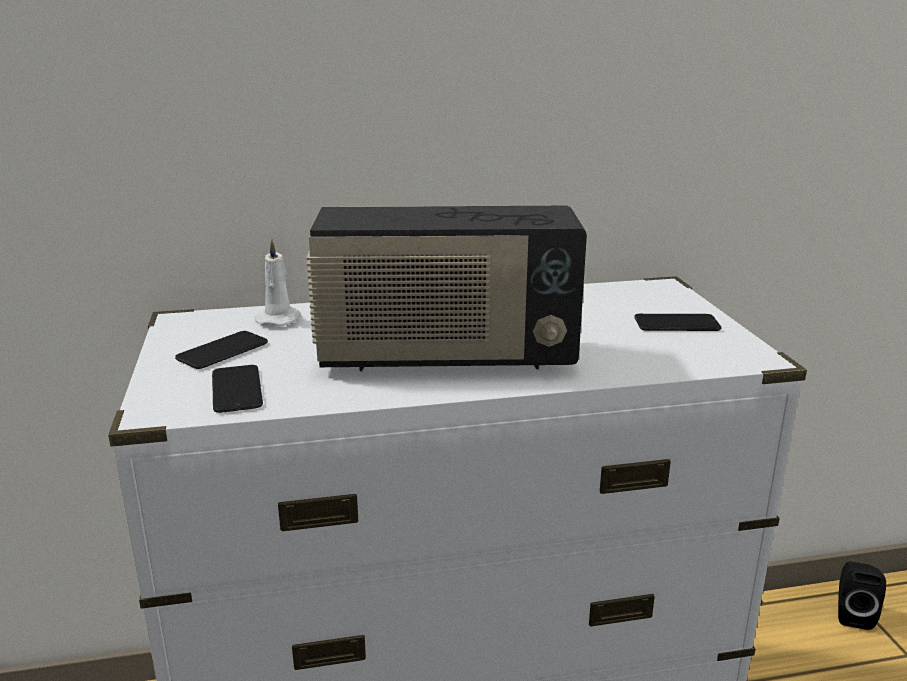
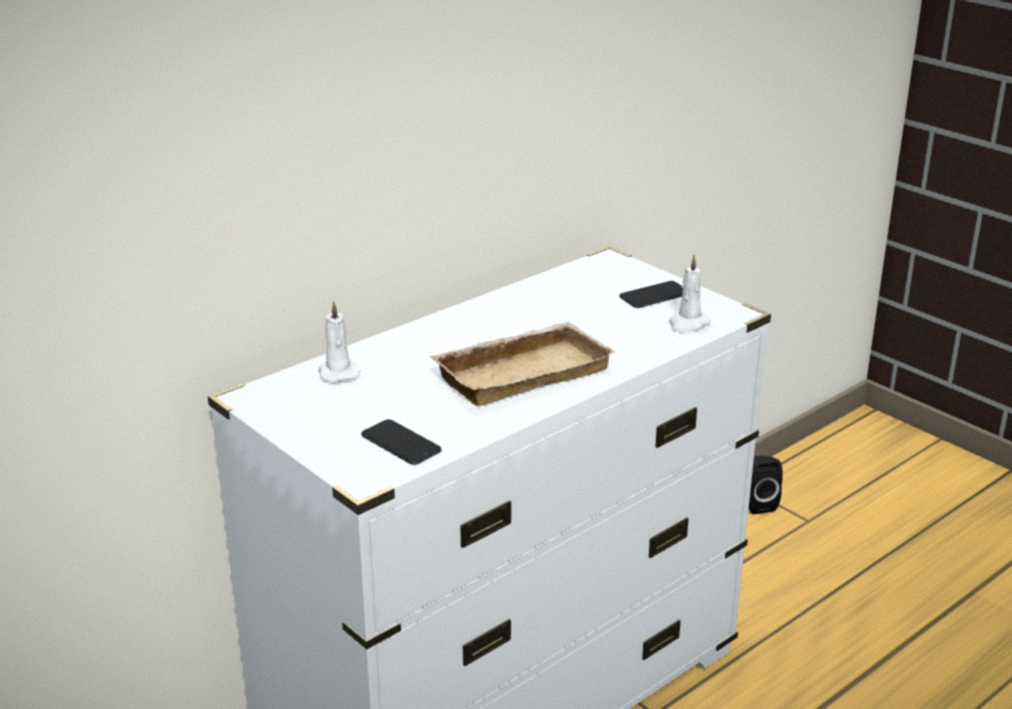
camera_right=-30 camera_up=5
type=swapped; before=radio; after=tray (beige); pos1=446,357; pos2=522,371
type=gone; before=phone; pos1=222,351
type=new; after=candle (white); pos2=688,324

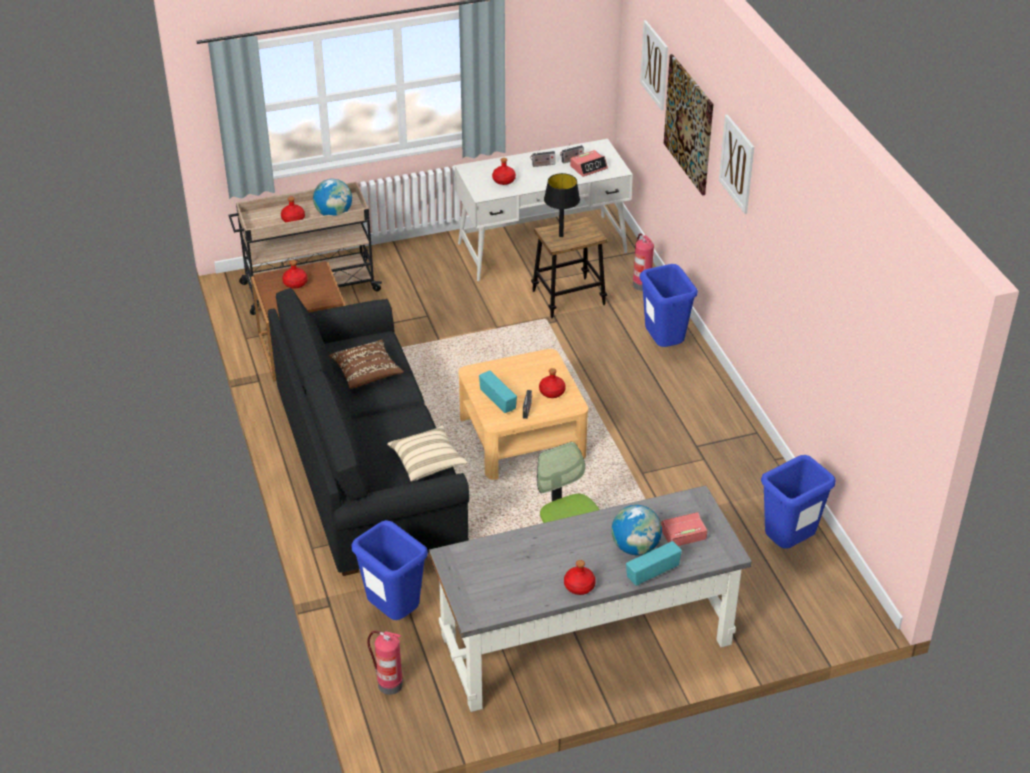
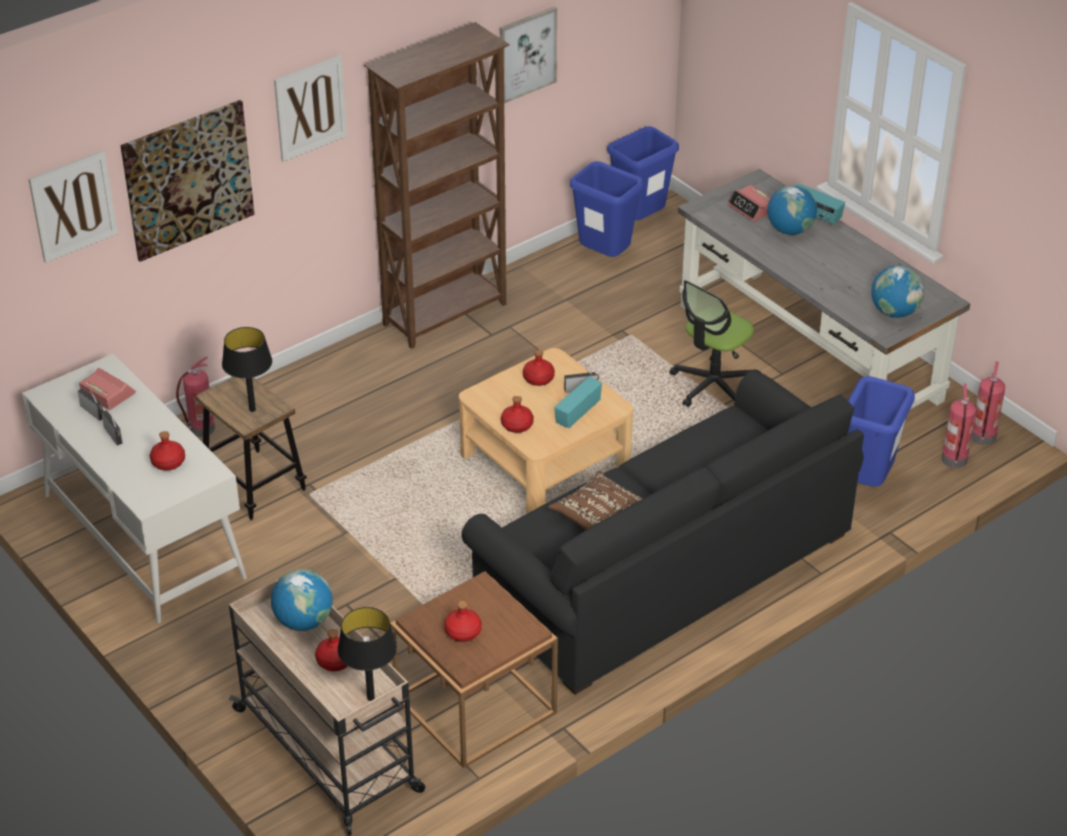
camera_right=-110 camera_up=0
type=shifted; before=trash can (blue); pos1=664,346; pos2=640,221
type=gone; before=pillow (beige); pos1=427,462
type=shifted; before=bottle (red); pos1=579,586; pos2=517,425
type=new; after=picture; pos2=527,54
type=new; after=bookcase (brown); pos2=446,315
type=new; after=globe; pos2=895,312
type=new; after=fire extinguisher; pos2=983,437
type=new; after=table lamp (black); pos2=370,698

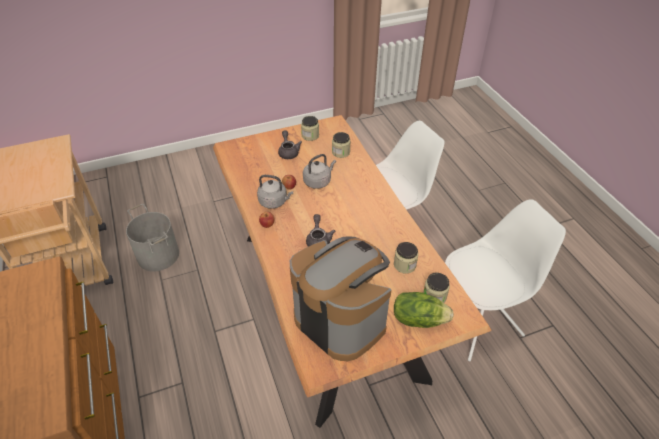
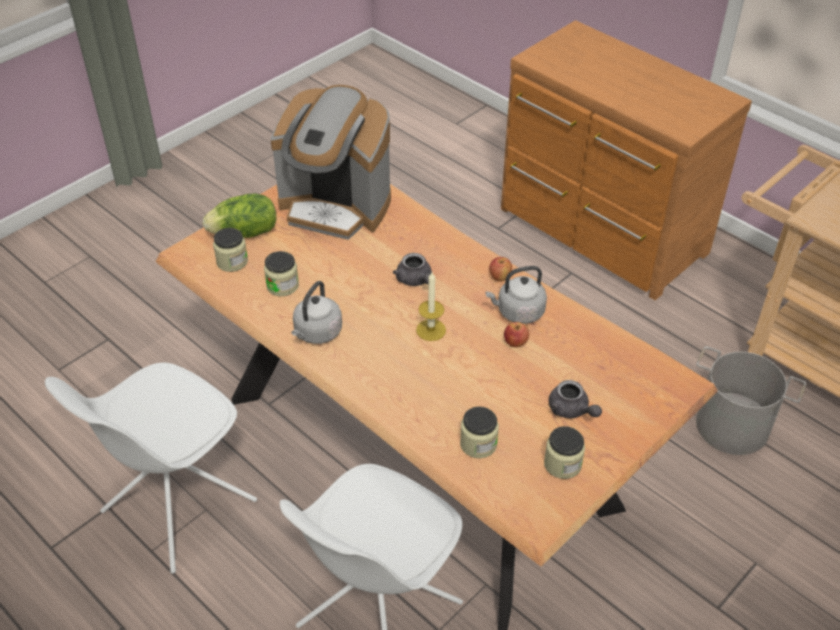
camera_right=155 camera_up=0
type=shifted; before=kettle (grey); pos1=318,181; pos2=316,333
type=new; after=candle; pos2=431,330

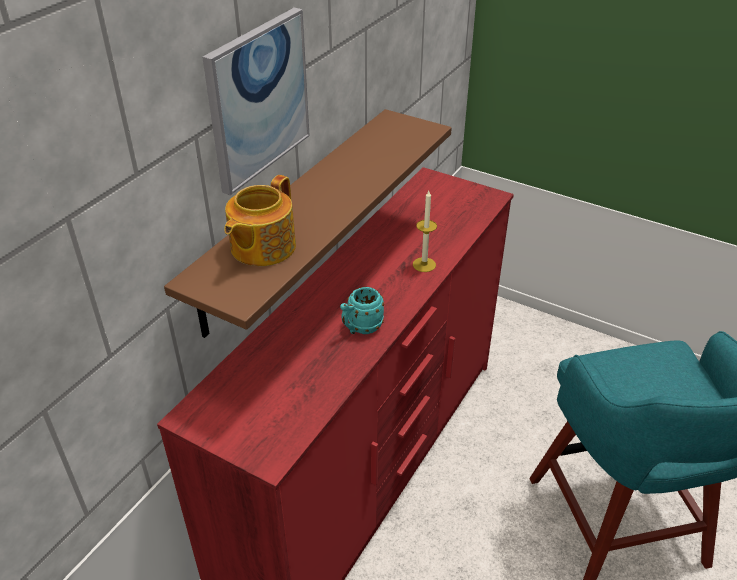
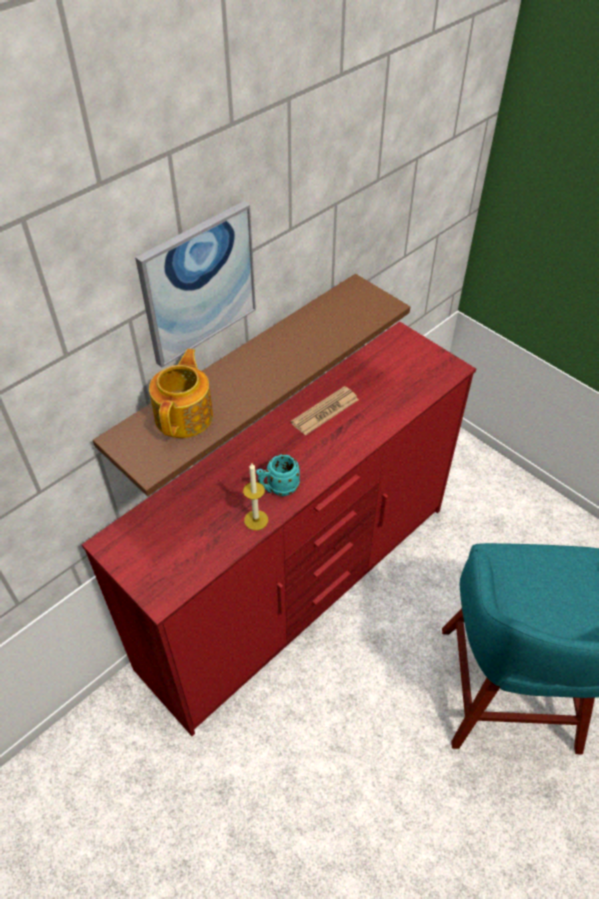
camera_right=15 camera_up=10
type=rotated; before=teapot; pos1=261,247; pos2=185,415; turn=150
type=shifted; before=candle; pos1=424,264; pos2=256,520
type=new; after=newspaper; pos2=325,411

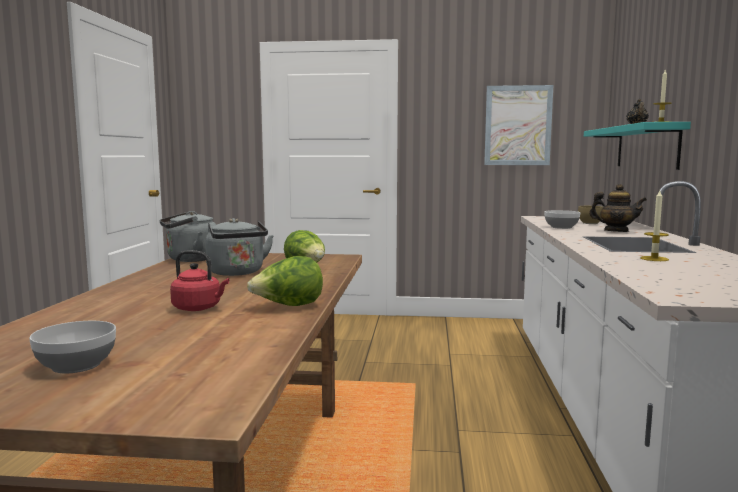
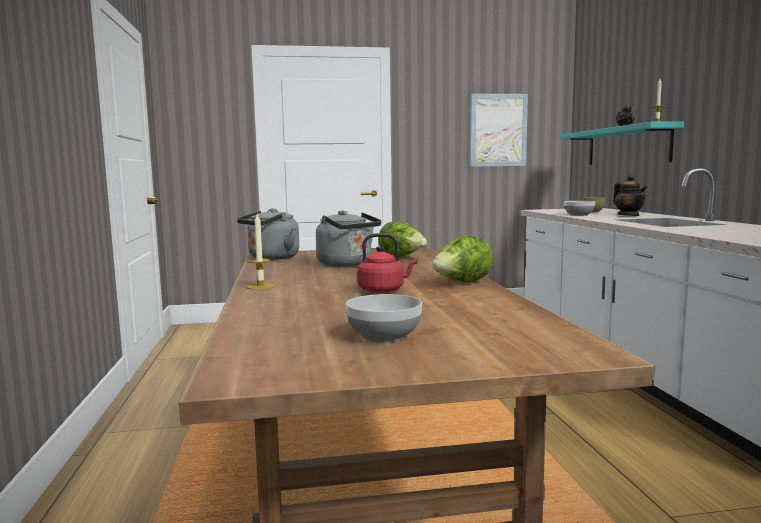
camera_right=-15 camera_up=0
type=rotated; before=teapot; pos1=616,231; pos2=628,215; turn=60
type=shifted; before=candle; pos1=654,259; pos2=260,286

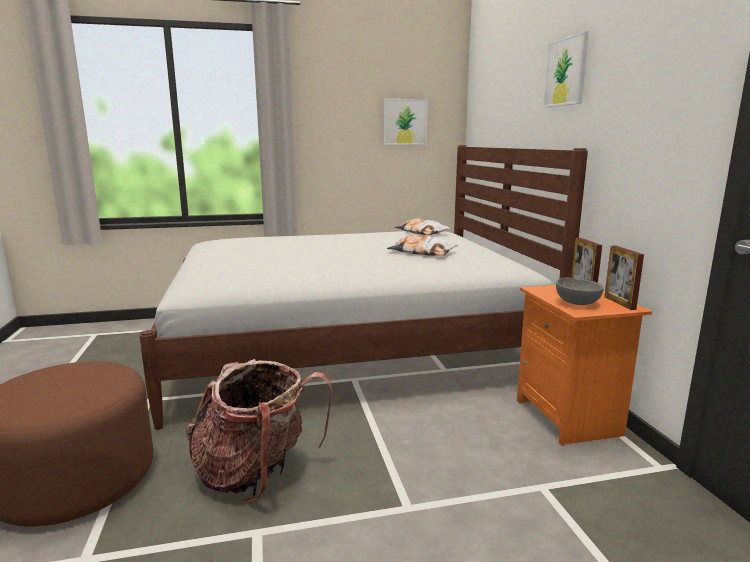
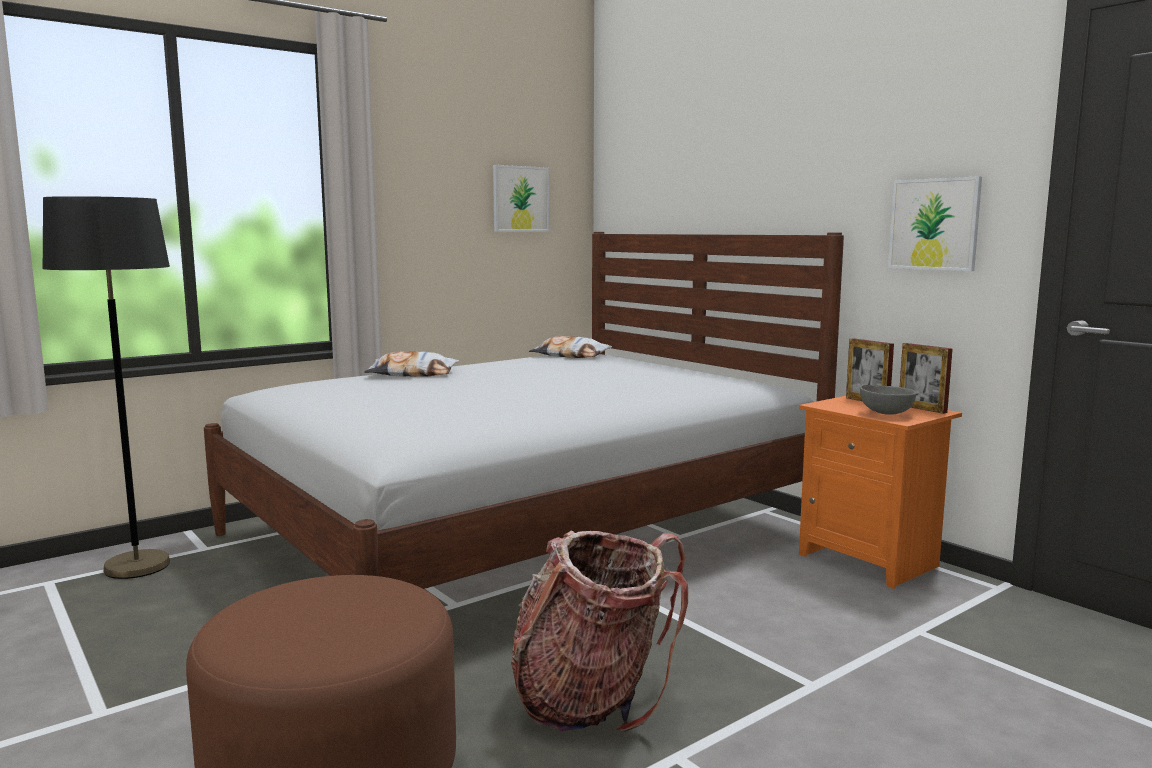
camera_right=-25 camera_up=-5
type=shifted; before=picture; pos1=566,72; pos2=934,224
type=shifted; before=pillow; pos1=422,252; pos2=412,374
type=new; after=floor lamp (black); pos2=137,567

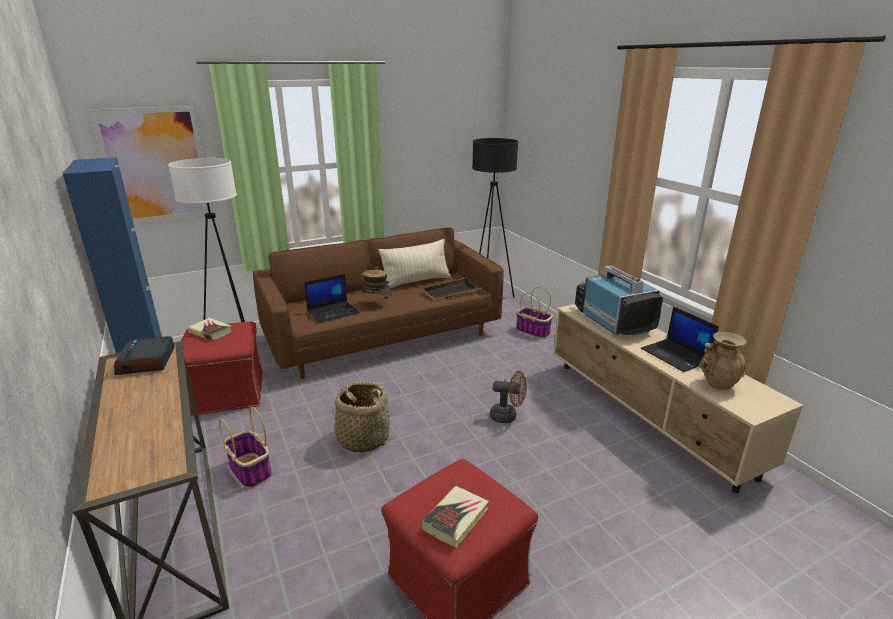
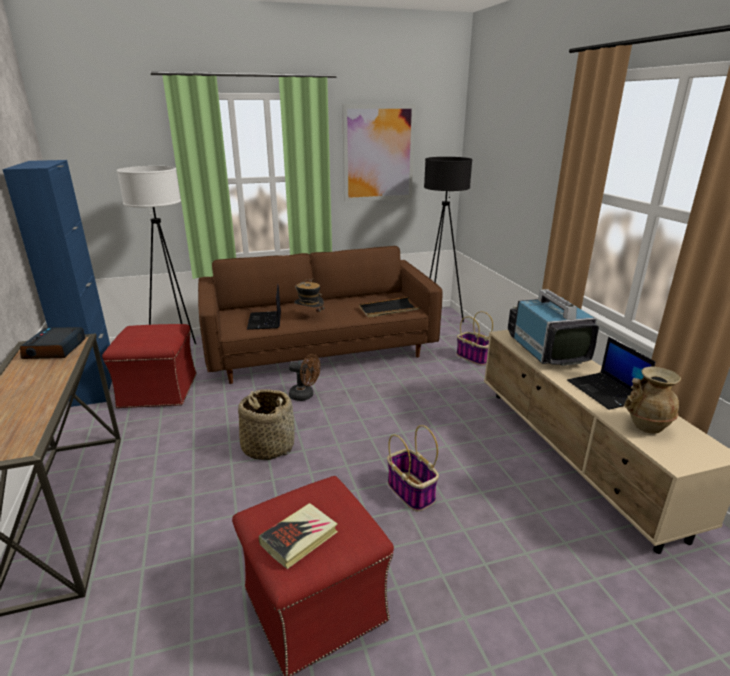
camera_right=10 camera_up=0
type=shifted; before=picture; pos1=156,165; pos2=378,153
type=gone; before=pillow (beige); pos1=416,282
type=rotated; before=laptop; pos1=333,312; pos2=265,321; turn=105
type=gone; before=book; pos1=210,332
type=shifted; before=fan (brown); pos1=507,416; pos2=305,396
type=shifted; before=basket; pos1=251,471; pos2=412,492

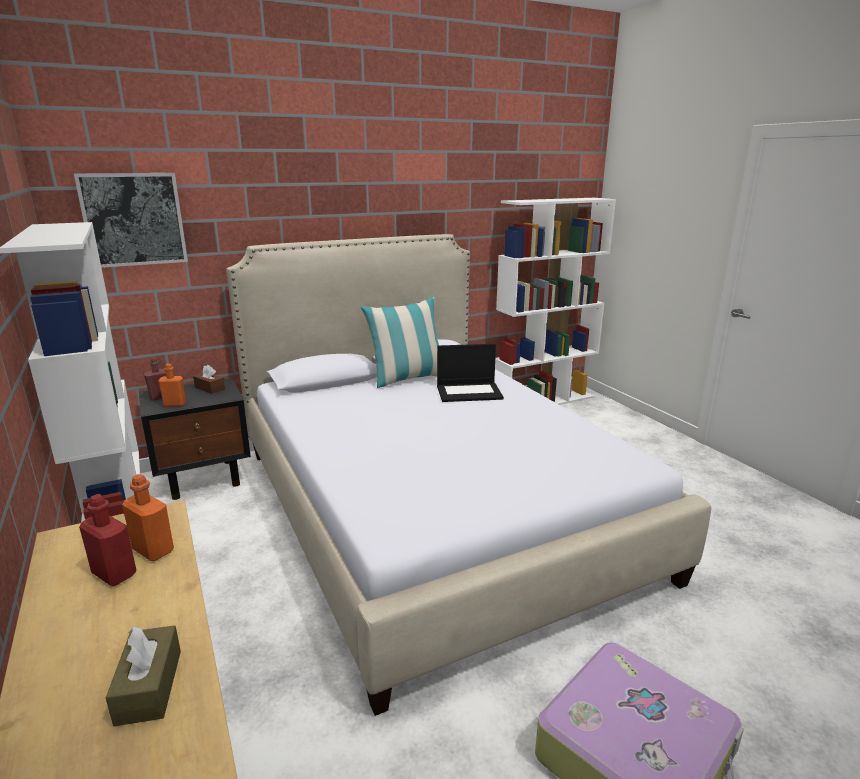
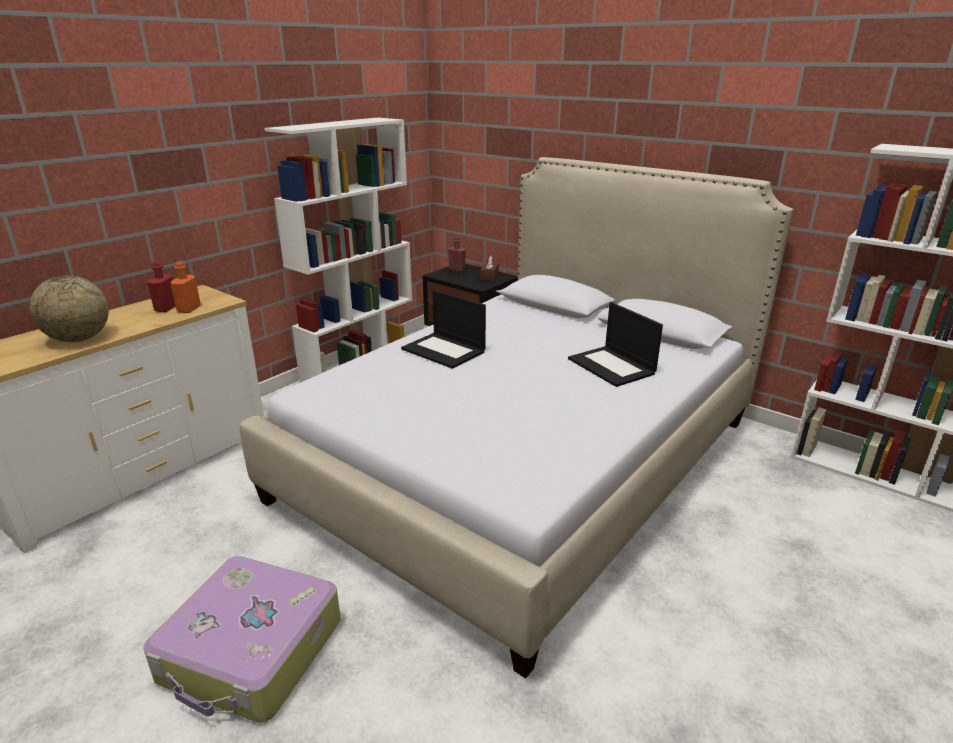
camera_right=65 camera_up=5
type=gone; before=picture; pos1=134,219
type=gone; before=pillow; pos1=408,378
type=gone; before=bottle (orange); pos1=174,404
type=swapped; before=tissue box (brown); after=globe; pos1=149,686; pos2=79,339
type=new; after=laptop; pos2=444,350

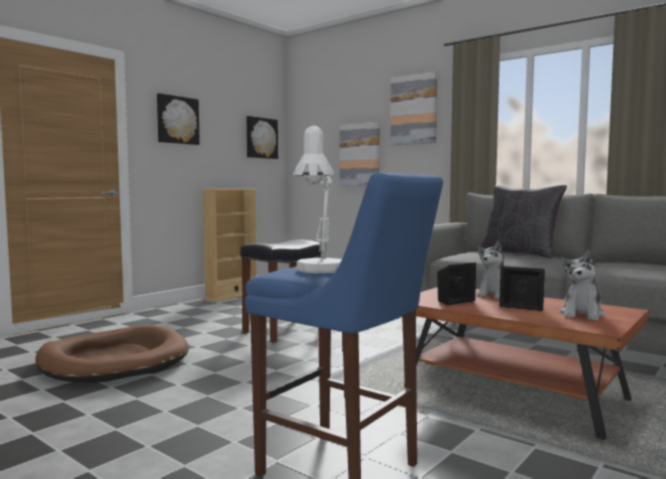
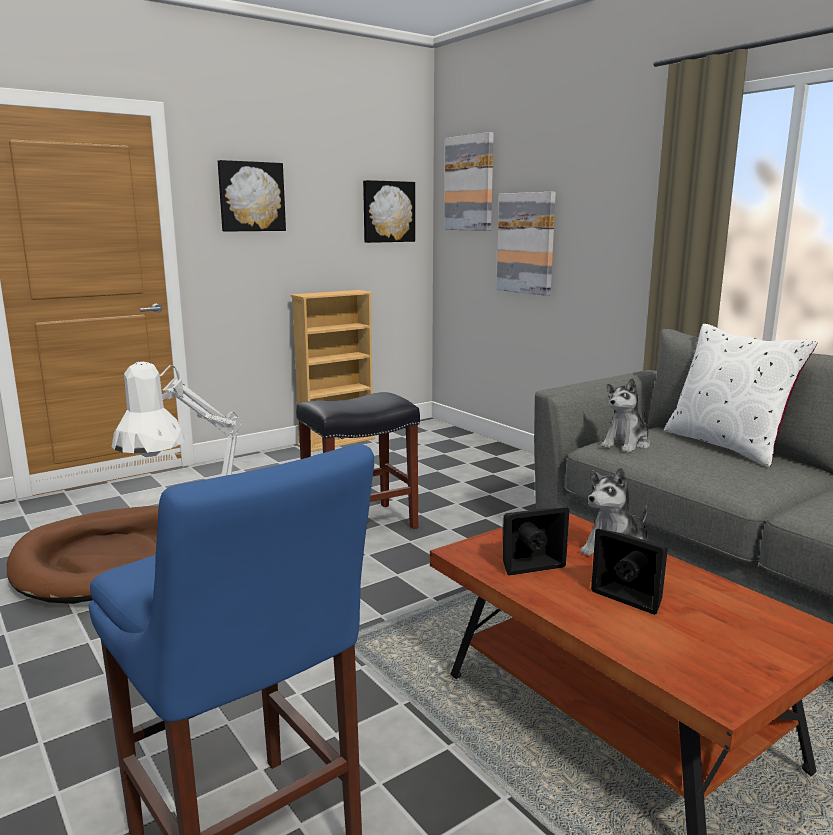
camera_right=15 camera_up=10
type=shifted; before=picture; pos1=413,110; pos2=469,183
type=repainted; before=pillow (black); after=pillow (white); pos1=520,253; pos2=727,445
type=shifted; before=plush toy; pos1=582,314; pos2=626,444

